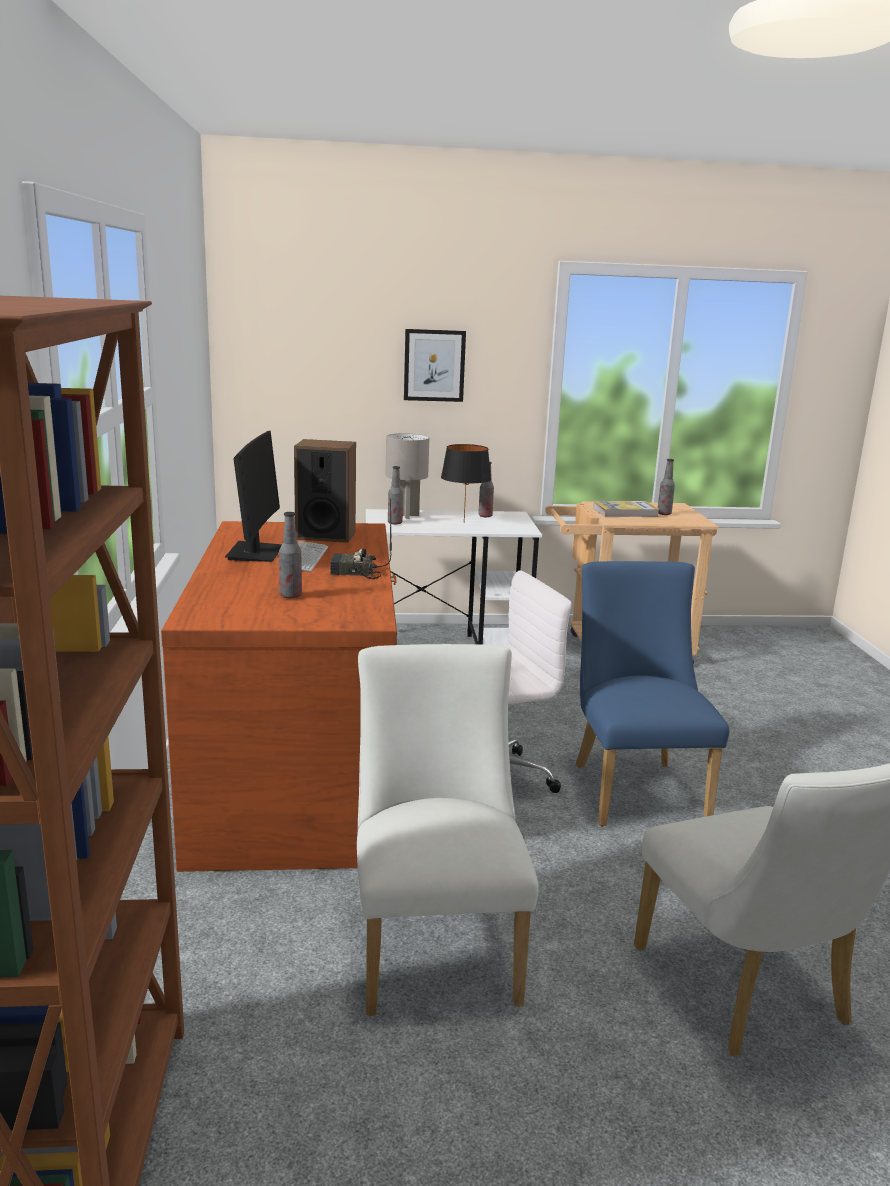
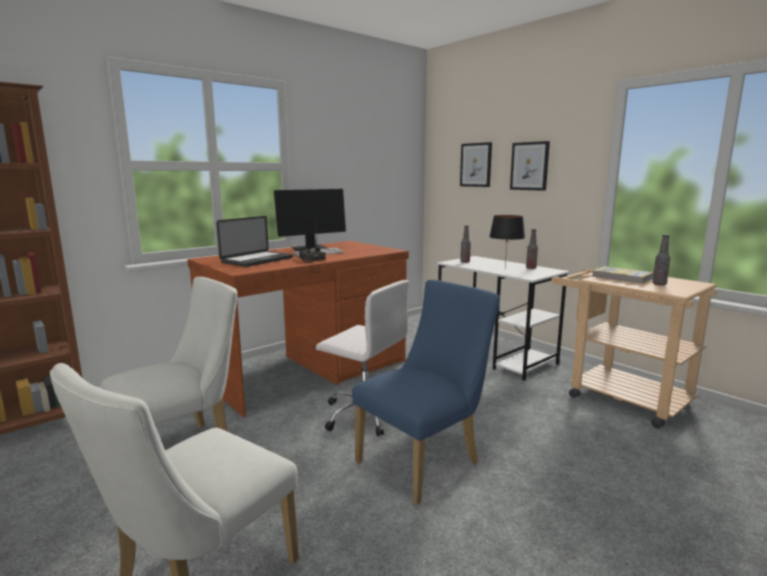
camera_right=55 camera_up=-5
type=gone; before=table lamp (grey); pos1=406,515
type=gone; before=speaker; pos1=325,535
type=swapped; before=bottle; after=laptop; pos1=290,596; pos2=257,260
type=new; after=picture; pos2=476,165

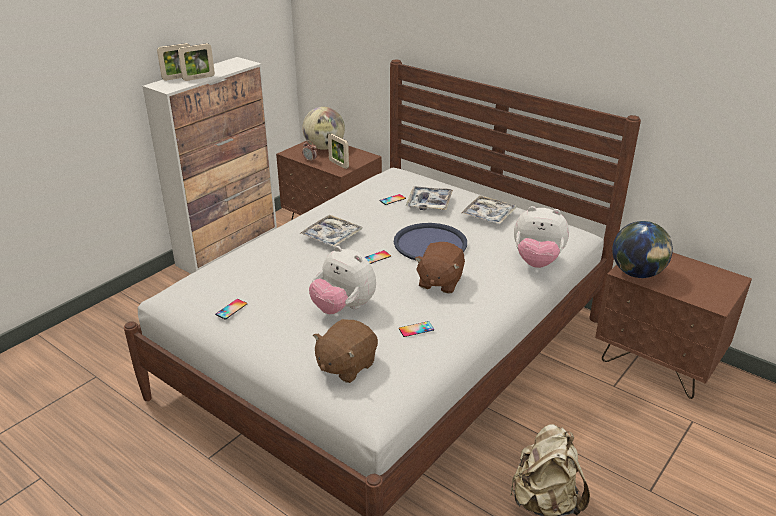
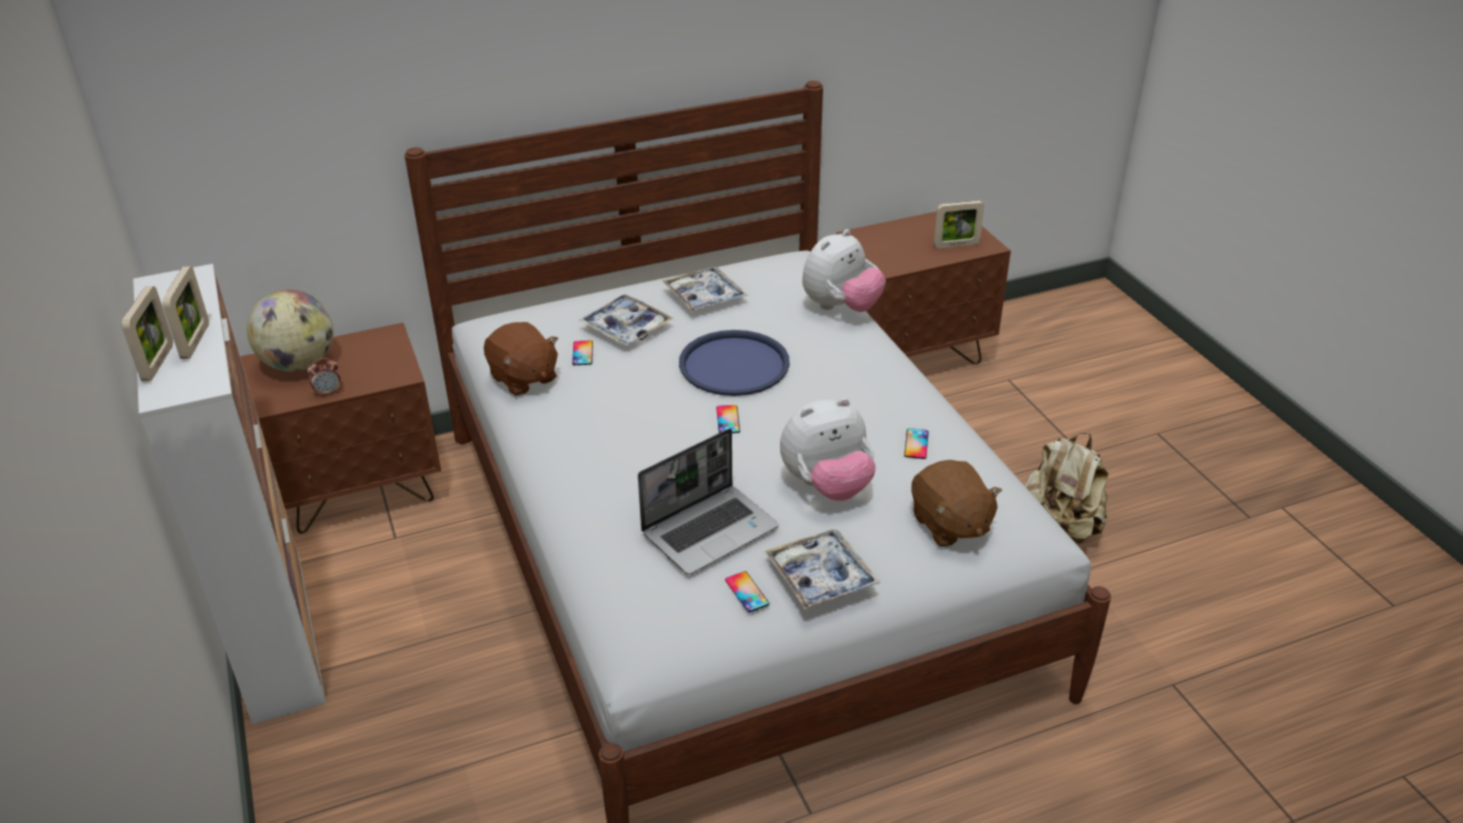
camera_right=-60 camera_up=5
type=shifted; before=picture frame; pos1=338,164; pos2=956,245
type=shifted; before=tray; pos1=331,236; pos2=821,576
type=gone; before=globe; pos1=636,274
type=shifted; before=plush toy (brown); pos1=439,282; pos2=523,378
type=new; after=laptop; pos2=710,530

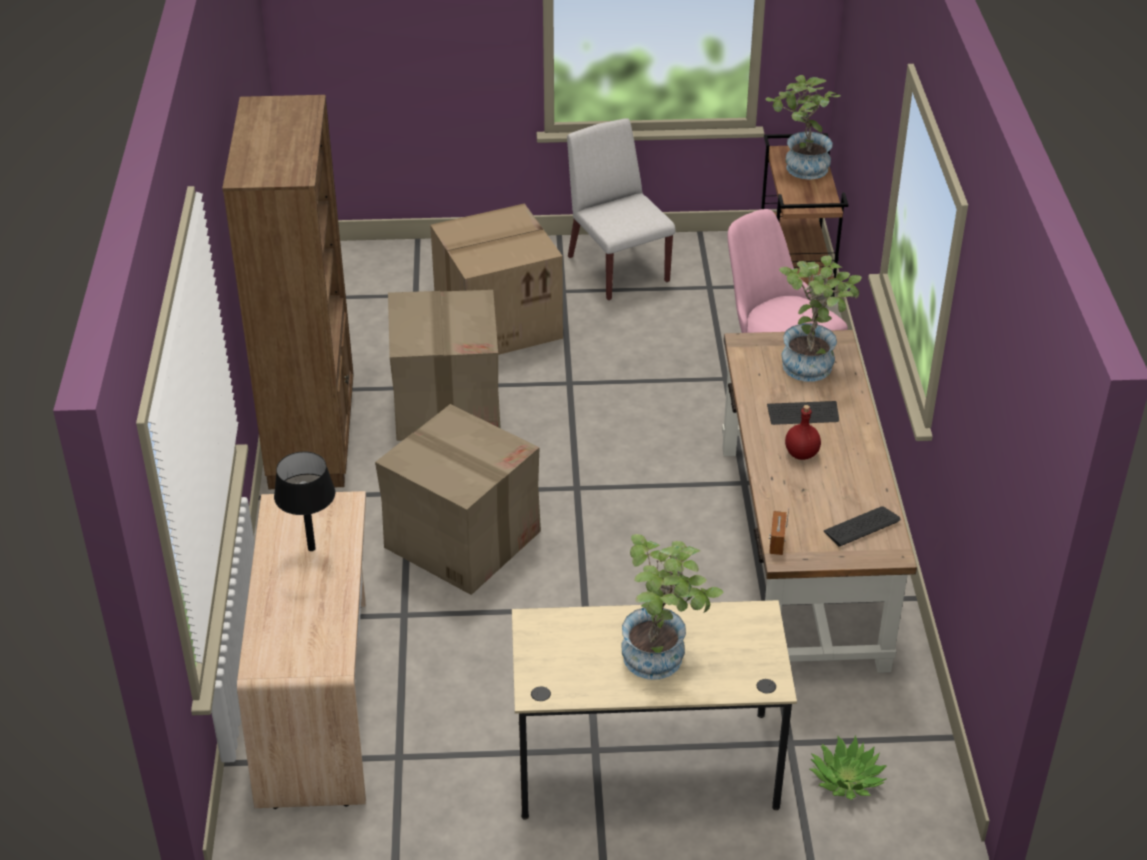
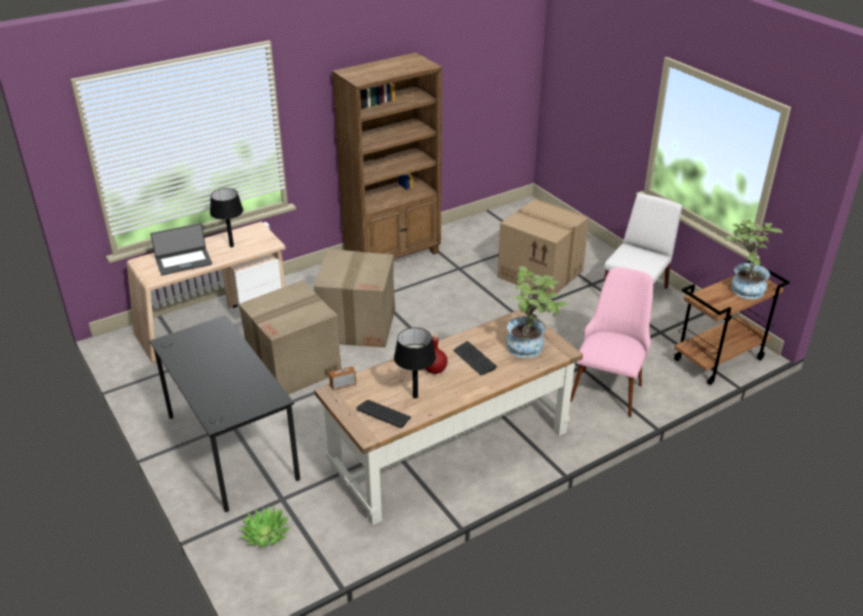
camera_right=60 camera_up=-5
type=shifted; before=cardboard box; pos1=447,404; pos2=295,366
type=gone; before=potted plant; pos1=662,657
type=repainted; before=desk (beige); after=desk (black); pos1=646,764; pos2=232,447
type=new; after=laptop; pos2=184,262
type=new; after=table lamp (black); pos2=415,396

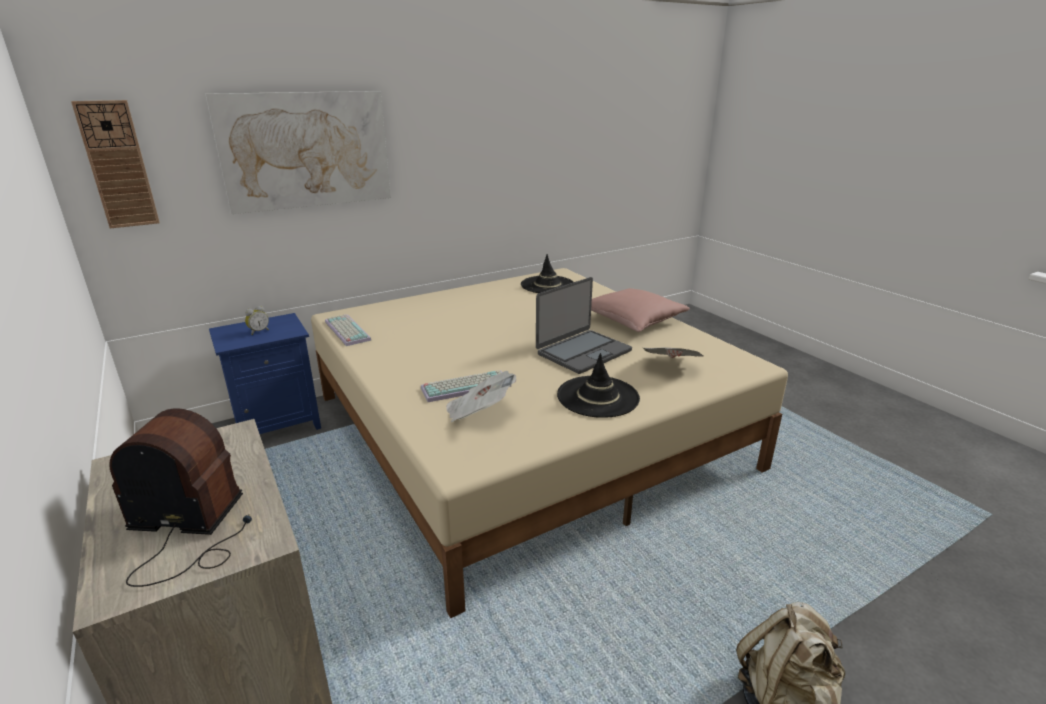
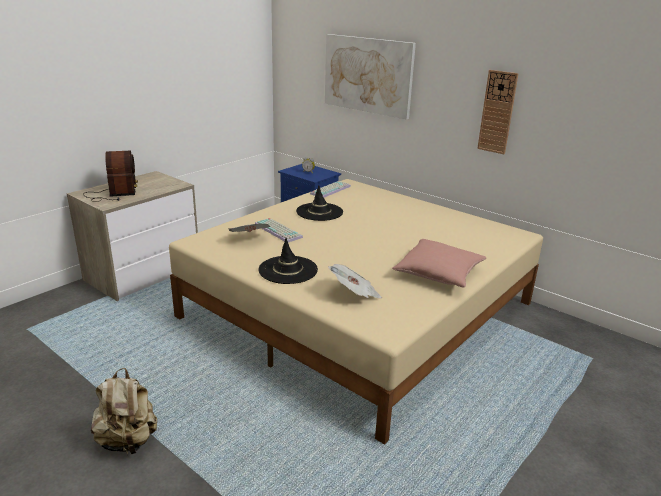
camera_right=70 camera_up=0
type=shifted; before=wall clock; pos1=118,165; pos2=497,112
type=shifted; before=hat (black); pos1=547,285; pos2=319,212
type=gone; before=laptop; pos1=583,352

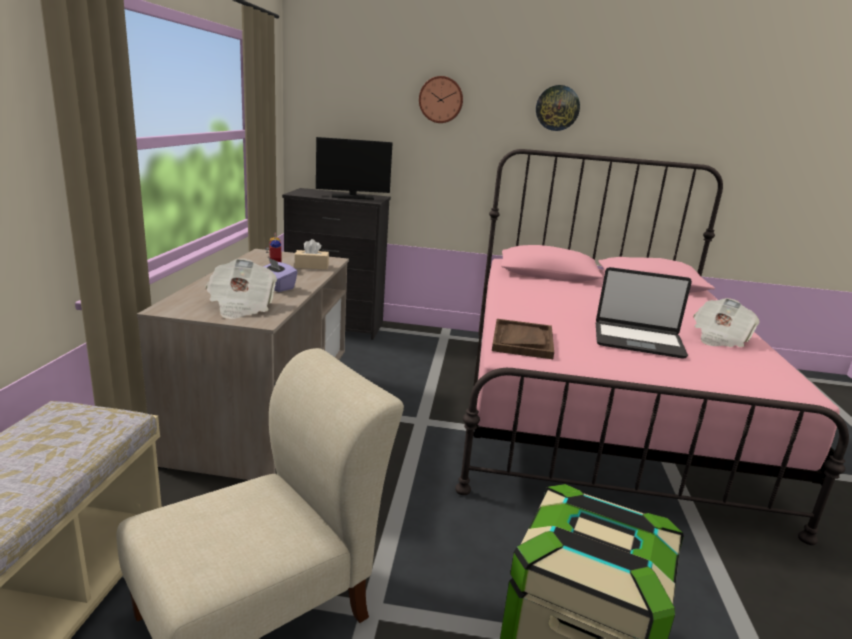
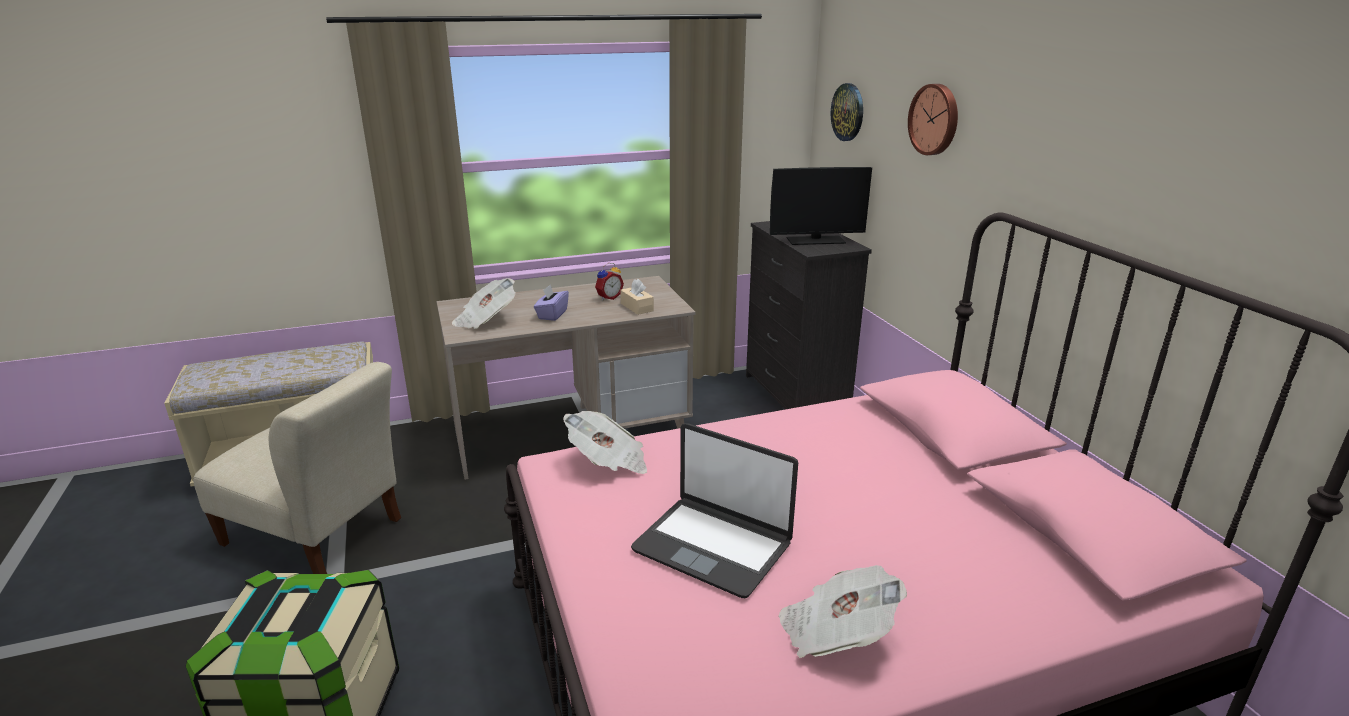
camera_right=65 camera_up=5
type=shifted; before=wall clock; pos1=557,108; pos2=848,112
type=rotated; before=monitor; pos1=352,197; pos2=815,240; turn=-60
type=rotated; before=laptop; pos1=638,341; pos2=713,546; turn=-45
type=swapped; before=tray (brown); after=newspaper; pos1=522,341; pos2=608,462

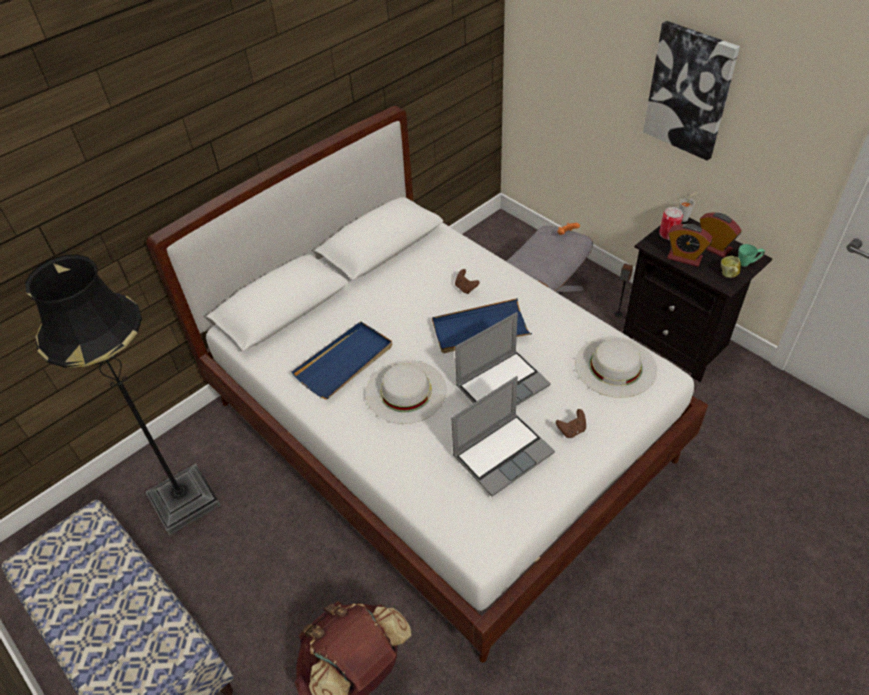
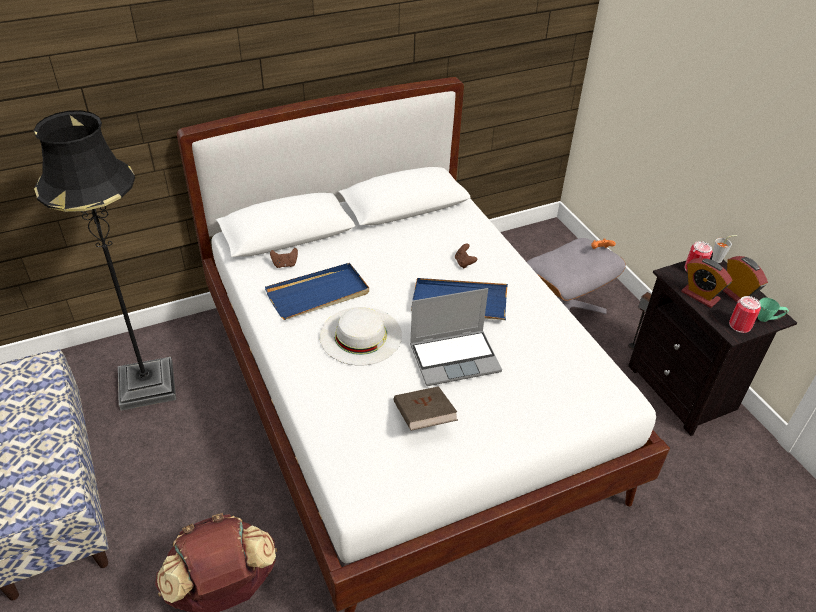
camera_right=15 camera_up=-5
type=gone; before=picture; pos1=689,91
type=swapped; before=mug; after=can; pos1=728,275; pos2=740,325
type=gone; before=hat (white); pos1=615,366
type=swapped; before=laptop; after=book (brown); pos1=503,453; pos2=423,418
type=shifted; before=game controller (brown); pos1=571,430; pos2=285,264

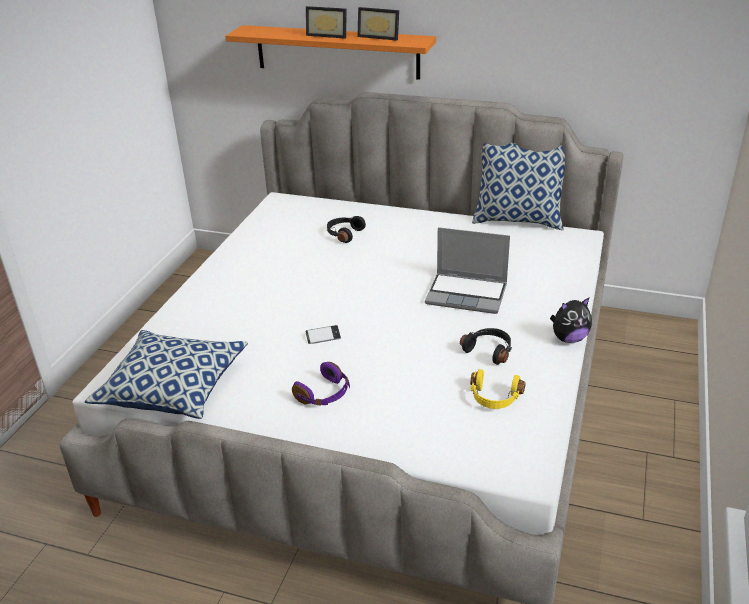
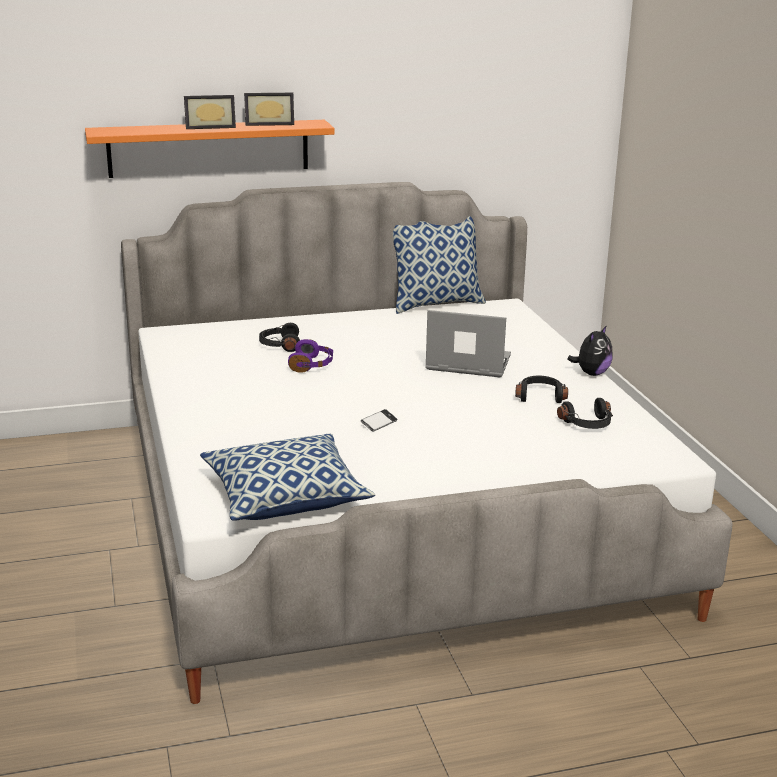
camera_right=-35 camera_up=-10
type=rotated; before=laptop; pos1=467,294; pos2=467,364; turn=-150
type=shifted; before=headphones (purple); pos1=324,394; pos2=312,365
type=repainted; before=headphones (yellow); after=headphones (black); pos1=494,398; pos2=588,424

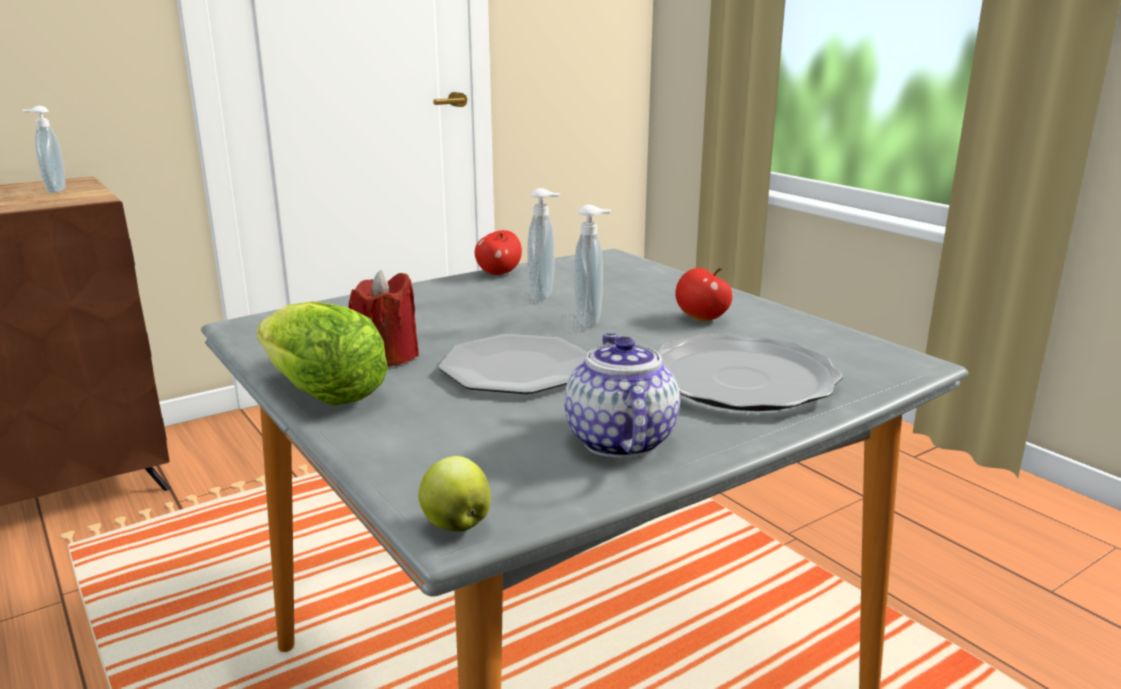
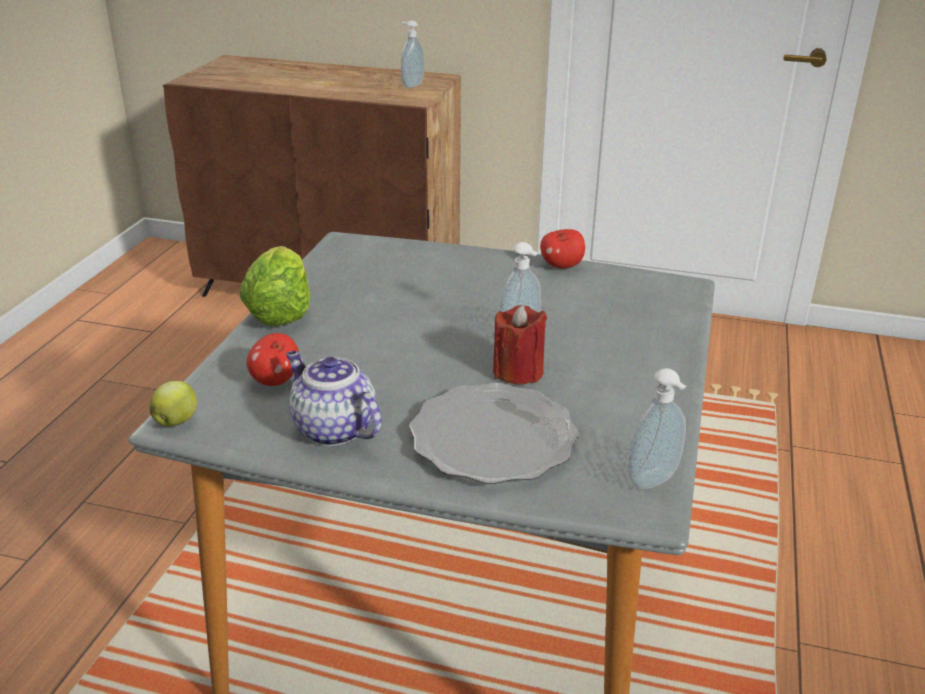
camera_right=50 camera_up=10
type=shifted; before=soap dispenser; pos1=544,295; pos2=654,482
type=shifted; before=apple; pos1=701,318; pos2=275,380
type=shifted; before=candle (red); pos1=387,357; pos2=518,371
type=gone; before=plate; pos1=517,368
type=rotated; before=teapot; pos1=618,440; pos2=332,428; turn=-90

